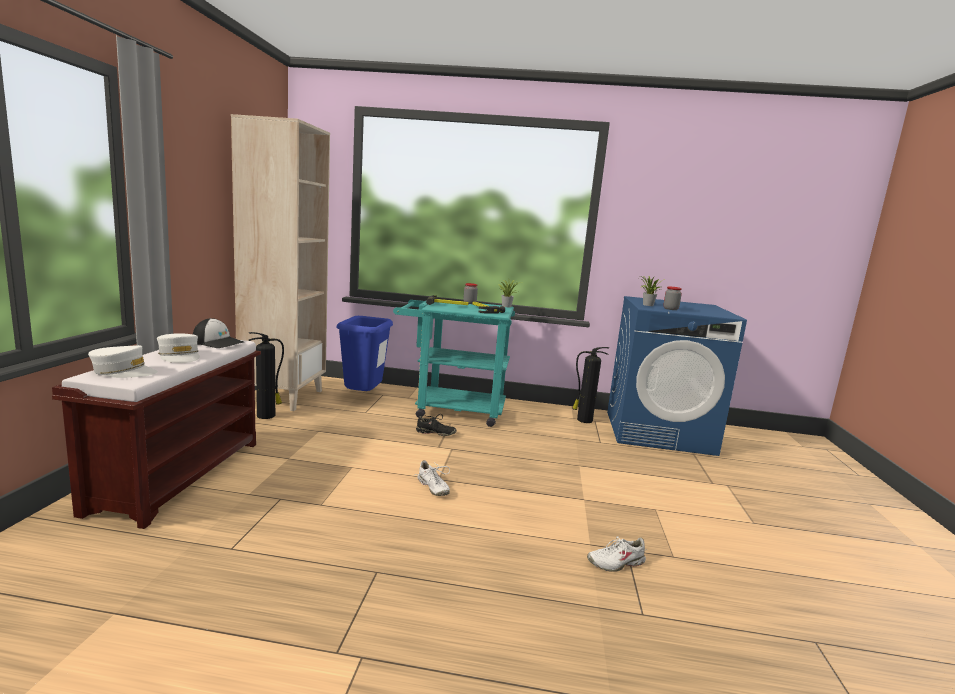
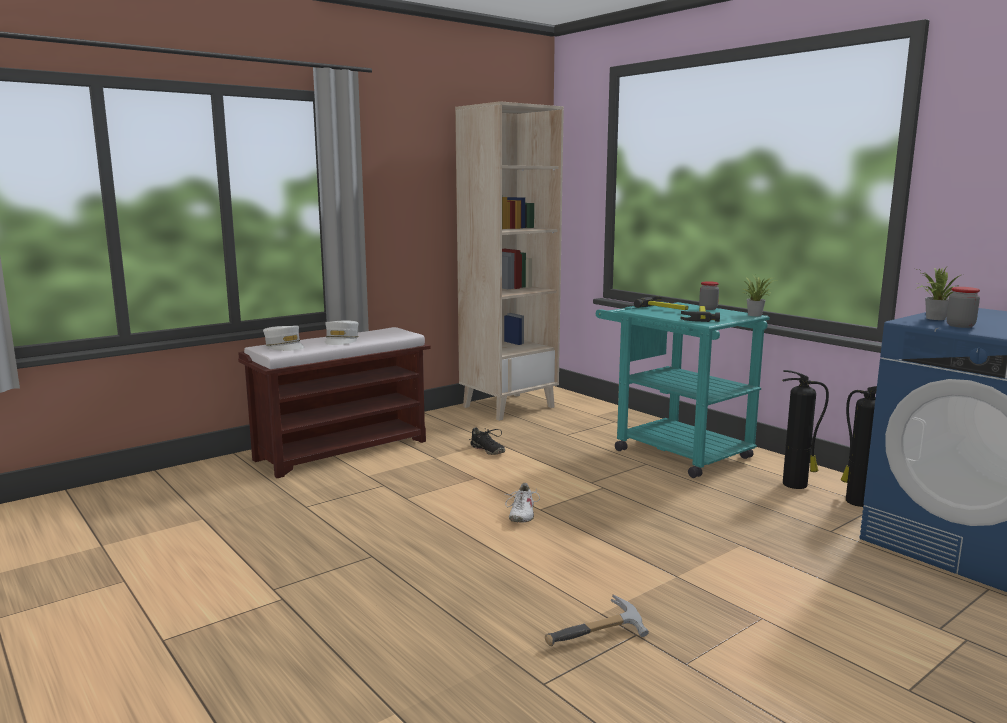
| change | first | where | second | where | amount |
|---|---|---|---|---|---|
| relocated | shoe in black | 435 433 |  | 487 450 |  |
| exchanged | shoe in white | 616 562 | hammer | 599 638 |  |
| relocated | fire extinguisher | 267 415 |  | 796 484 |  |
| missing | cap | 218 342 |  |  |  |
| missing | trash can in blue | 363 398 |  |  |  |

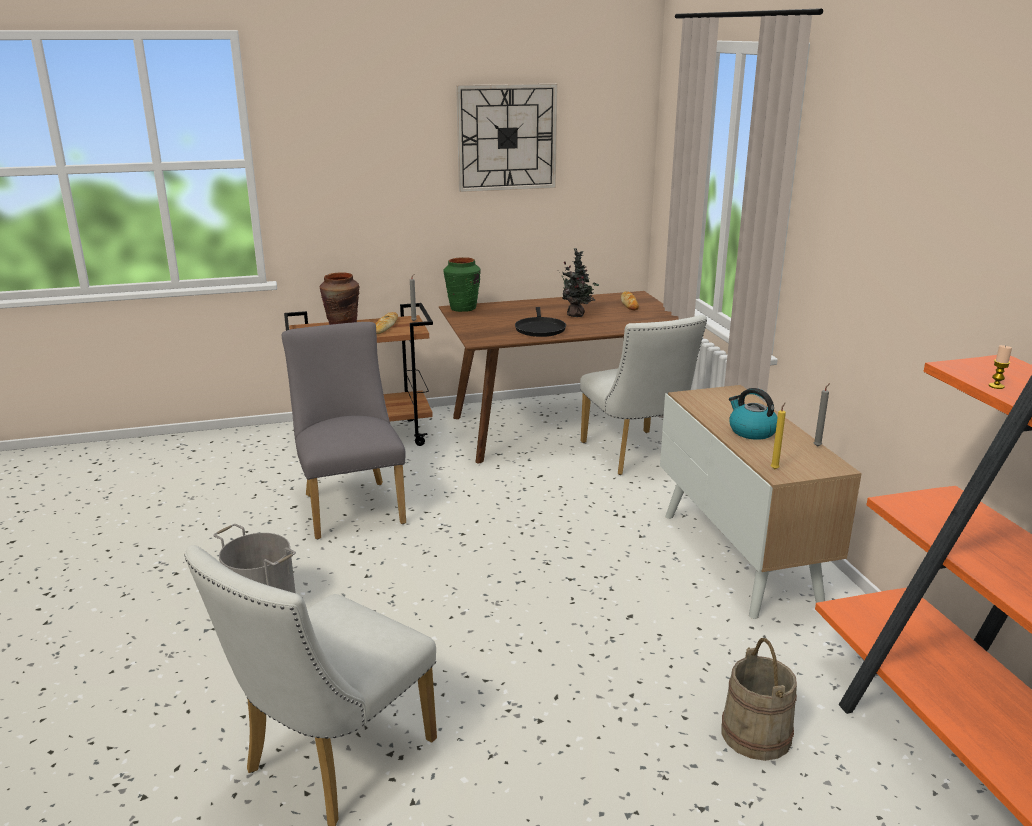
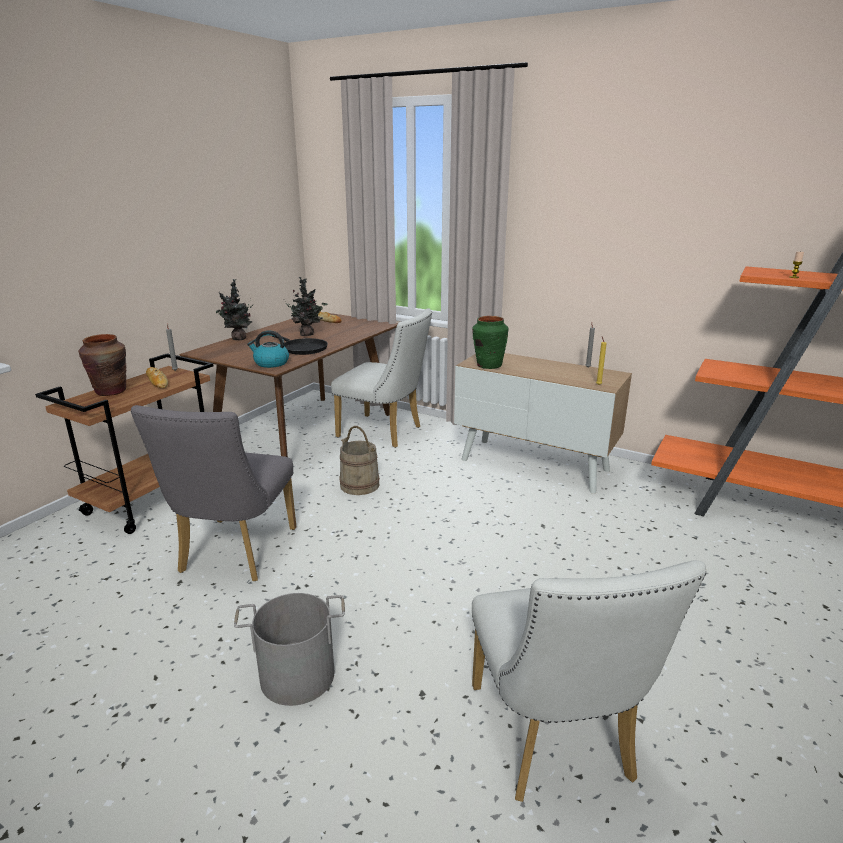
| change | first | where | second | where | amount |
|---|---|---|---|---|---|
| spun | chair in grey | 351 505 |  | 234 555 | 105 degrees counterclockwise |
| appeared |  |  | potted plant | 238 339 |  |
| relocated | kettle | 751 431 |  | 271 363 |  |
| relocated | bucket in beige | 756 734 |  | 360 485 |  |
| relocated | vase in green | 463 308 |  | 488 365 |  |
| missing | wall clock | 507 137 |  |  |  |

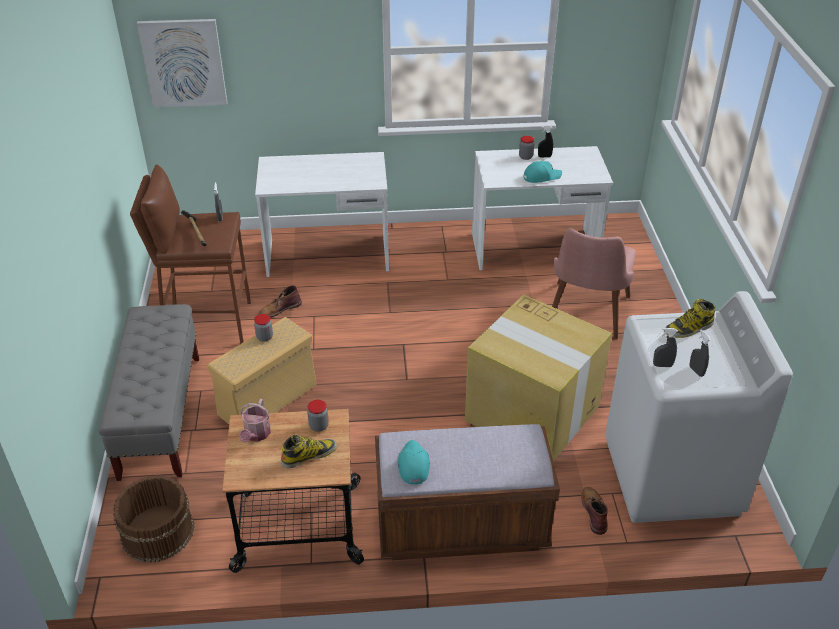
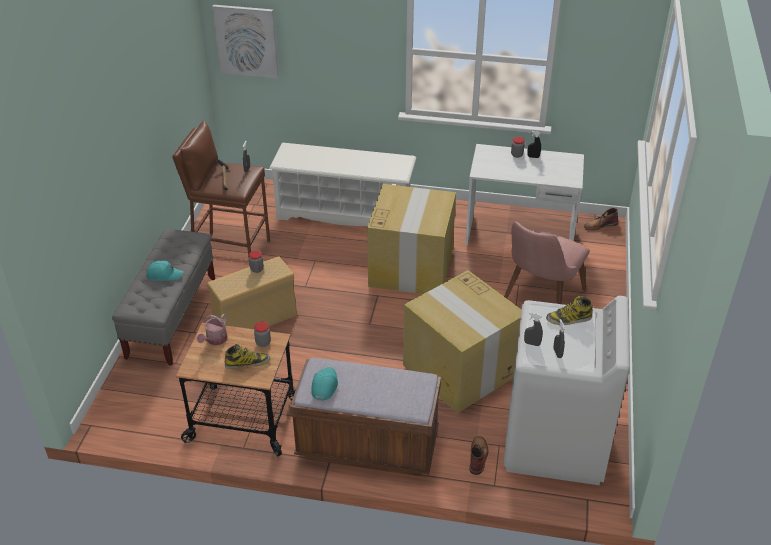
| change | first | where | second | where | amount |
|---|---|---|---|---|---|
| relocated | cap in turquoise | 541 176 |  | 164 275 |  |
| exchanged | desk in white | 328 256 | shoe rack in white | 345 213 |  |
| appeared |  |  | cardboard box | 411 267 |  |
| relocated | boot in brown | 279 309 |  | 600 225 |  |
| missing | bucket in brown | 157 531 |  |  |  |

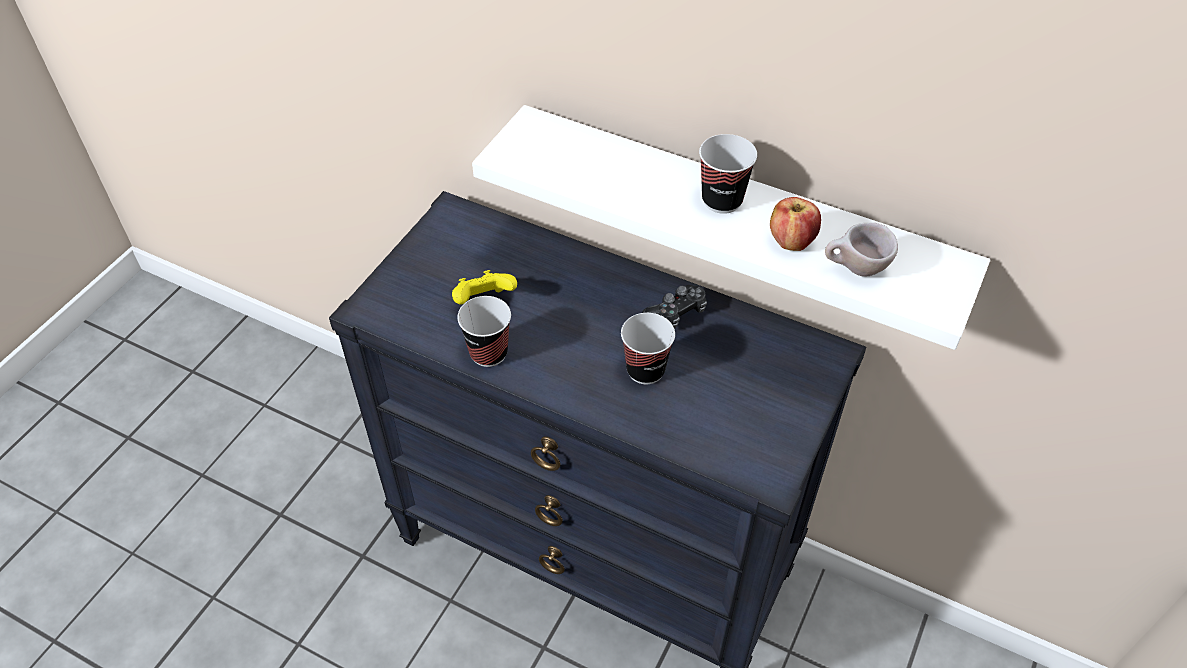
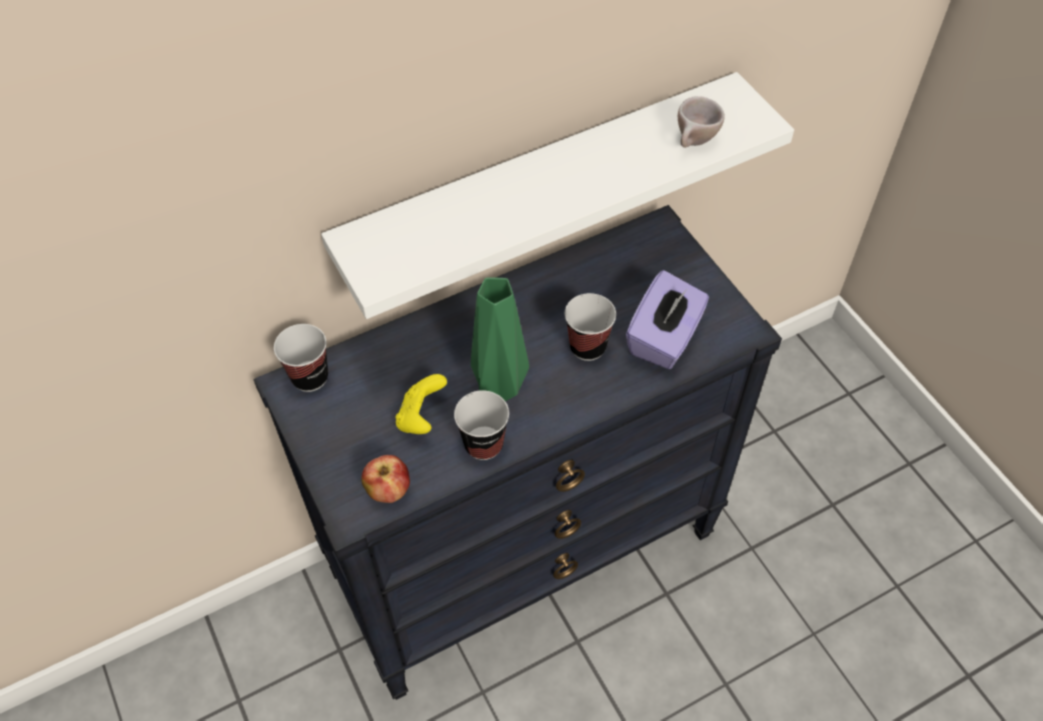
| change | first | where | second | where | amount |
|---|---|---|---|---|---|
| relocated | cup | 722 200 |  | 310 377 |  |
| relocated | apple | 791 242 |  | 389 490 |  |
| appeared |  |  | vase in green | 502 387 |  |
| appeared |  |  | tissue box in purple | 664 338 |  |
| missing | game controller | 677 312 |  |  |  |

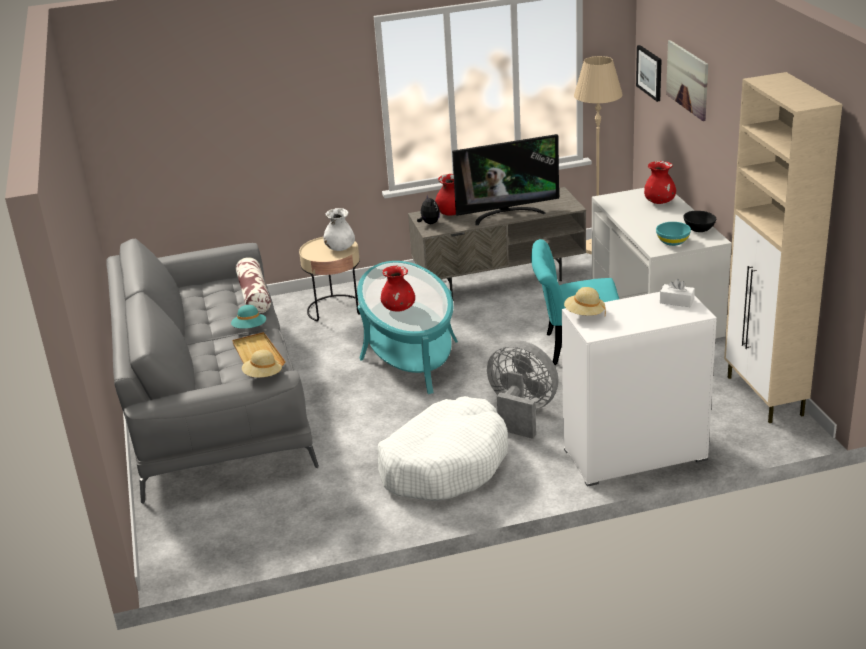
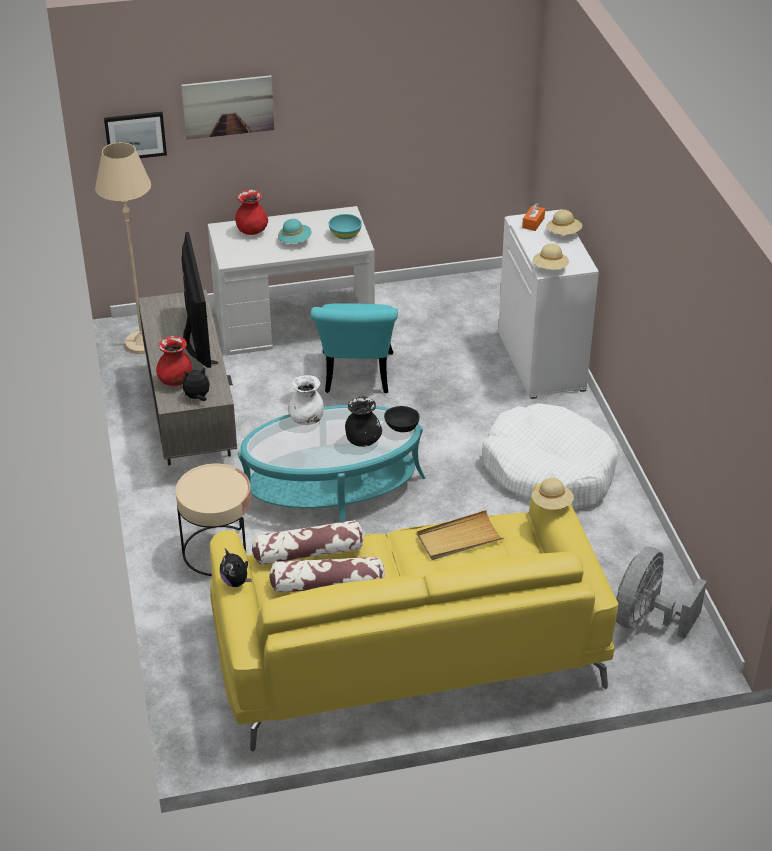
| change | first | where | second | where | amount |
|---|---|---|---|---|---|
| colour | sofa in grey | 213 398 | sofa in yellow | 406 648 |  |
| appeared |  |  | plush toy | 236 582 |  |
| appeared |  |  | pillow | 327 585 |  |
| relocated | hat in turquoise | 250 328 |  | 295 241 |  |
| relocated | vase in white | 340 248 |  | 307 420 |  |
| colour | vase in red | 399 309 | vase in black | 362 441 |  |
| relocated | bowl in black | 698 229 |  | 402 427 |  |
| colour | tissue box in white | 676 301 | tissue box in orange | 533 223 |  |
| appeared |  |  | hat in beige | 563 233 |  |
| relocated | fan in grey | 521 413 |  | 646 619 |  |
| missing | cabinet in beige | 765 397 |  |  |  |

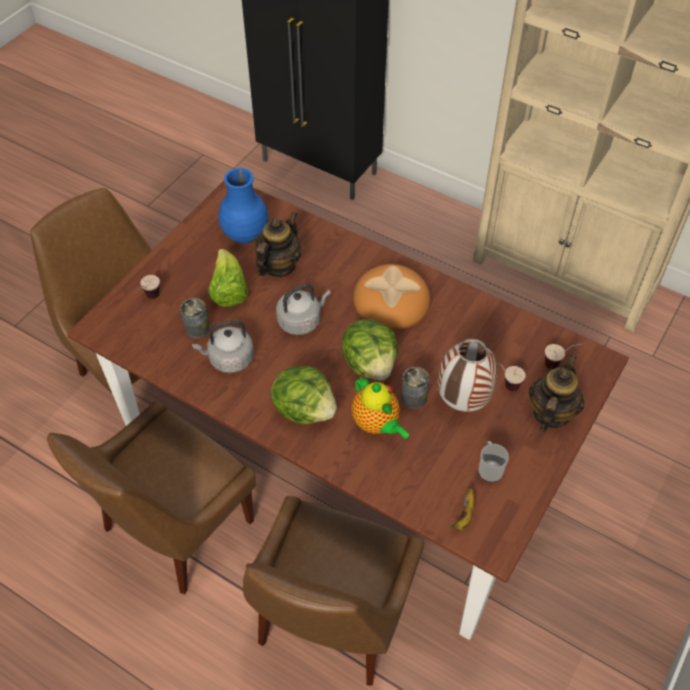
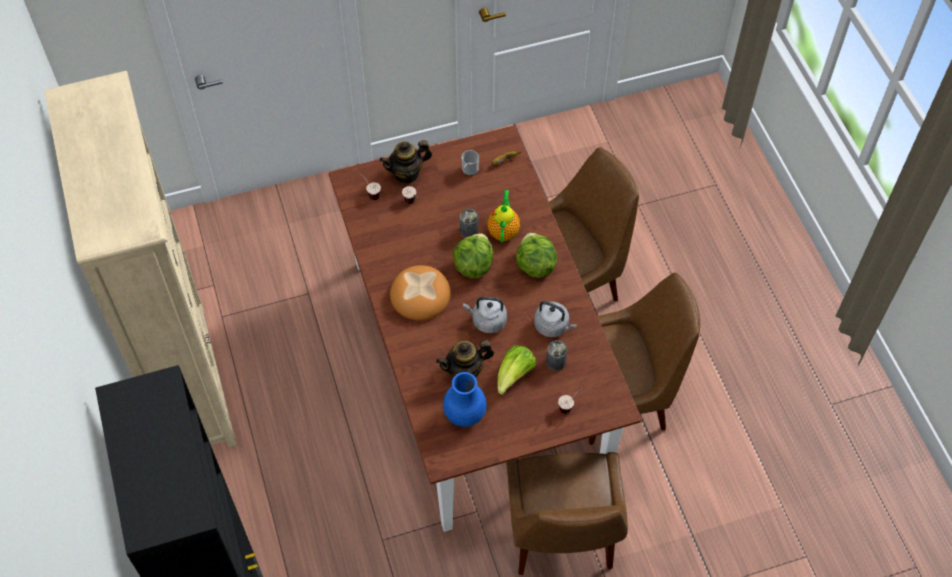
| change | first | where | second | where | amount |
|---|---|---|---|---|---|
| missing | vase | 463 403 |  |  |  |

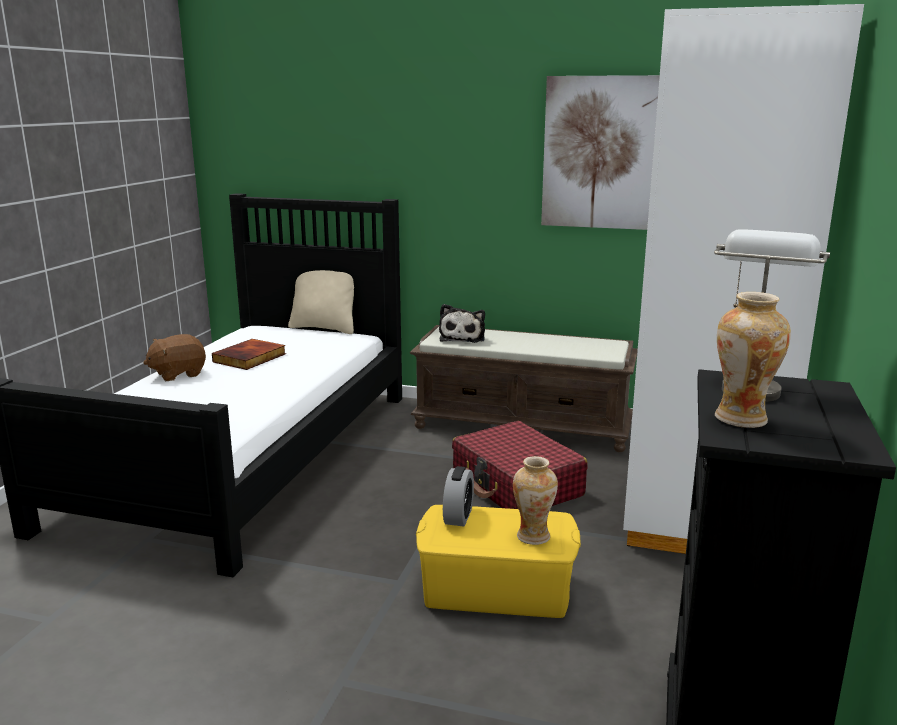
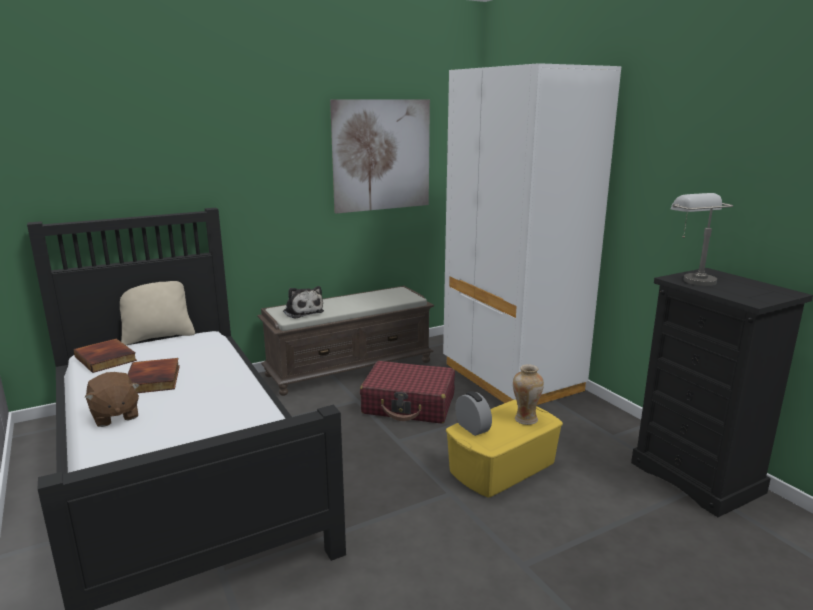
| change | first | where | second | where | amount |
|---|---|---|---|---|---|
| appeared |  |  | book | 107 358 |  |
| spun | plush toy in brown | 178 374 |  | 114 415 | 45 degrees counterclockwise |
| missing | vase | 741 419 |  |  |  |

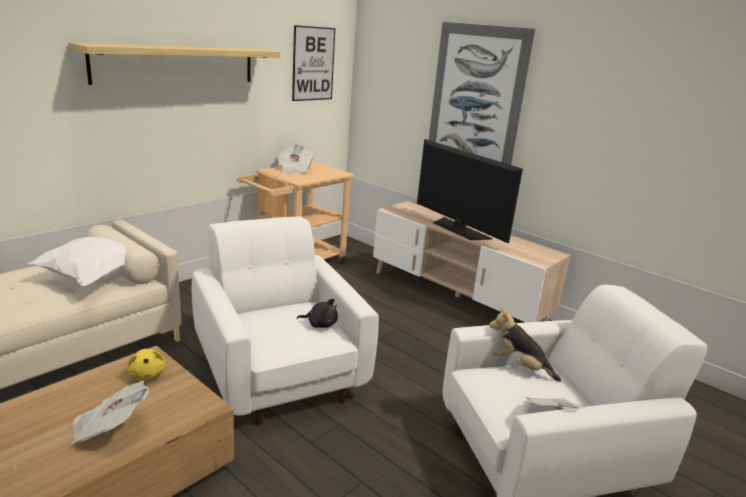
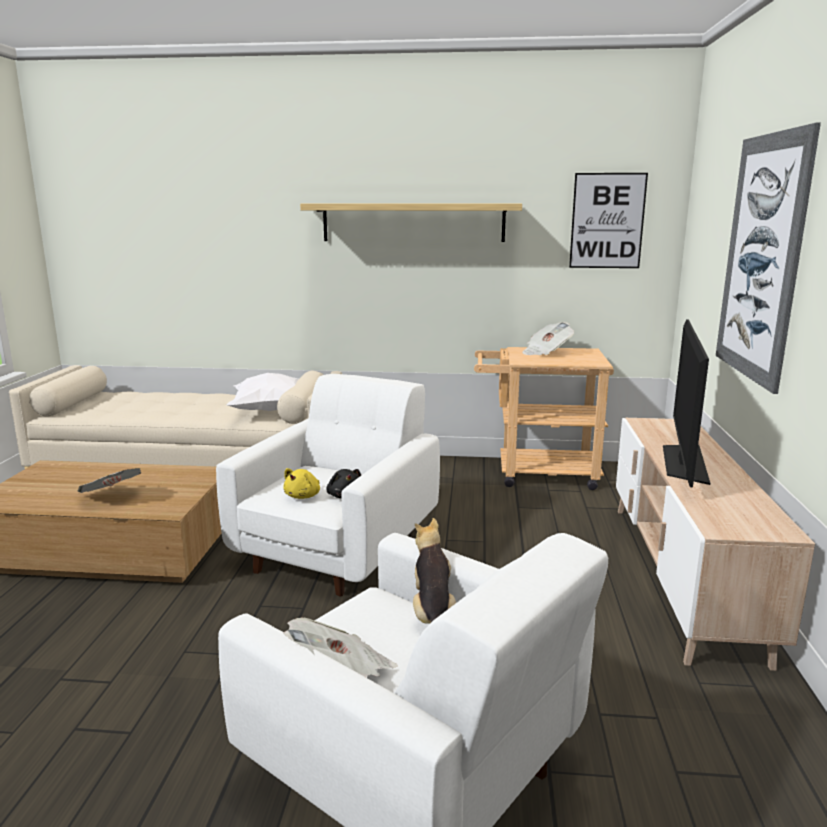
| change | first | where | second | where | amount |
|---|---|---|---|---|---|
| relocated | plush toy in yellow | 147 374 |  | 303 496 |  |

